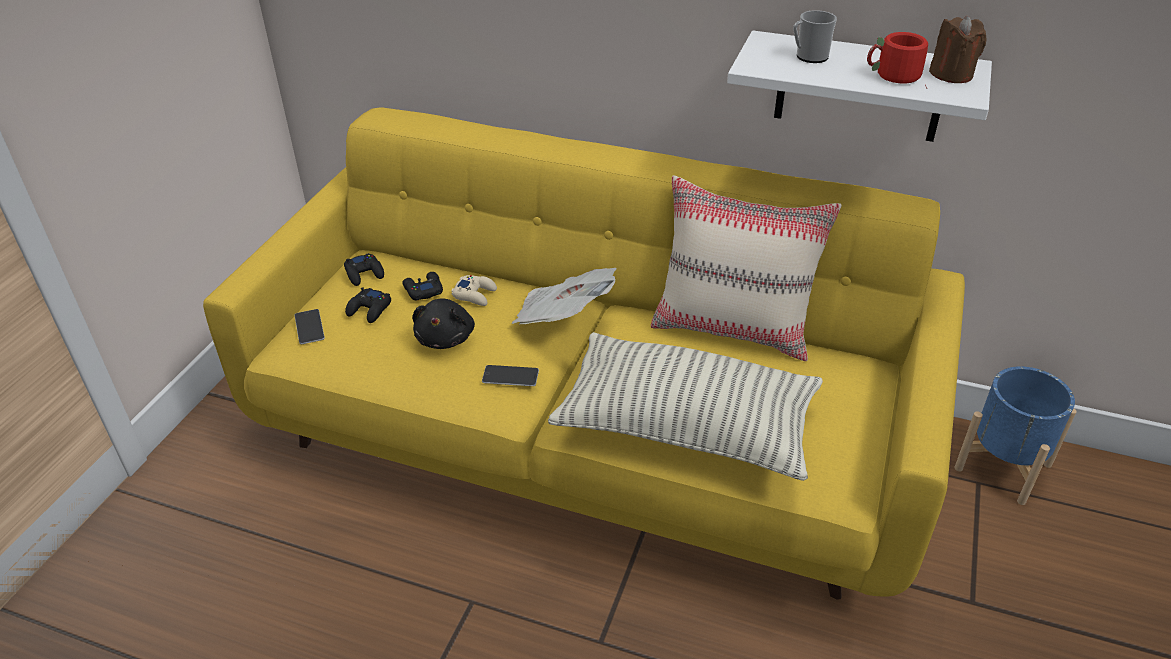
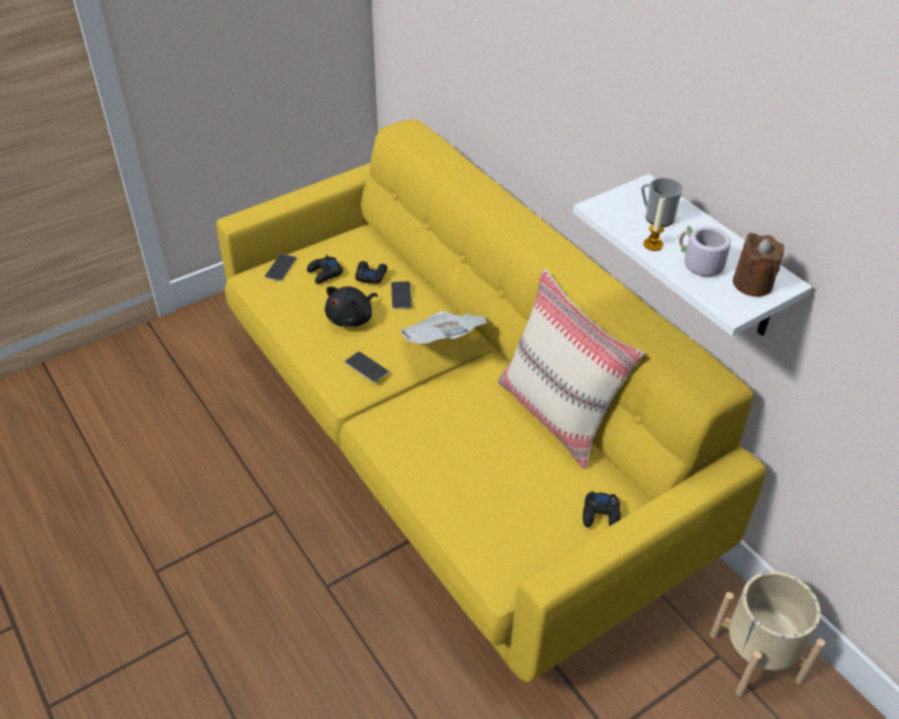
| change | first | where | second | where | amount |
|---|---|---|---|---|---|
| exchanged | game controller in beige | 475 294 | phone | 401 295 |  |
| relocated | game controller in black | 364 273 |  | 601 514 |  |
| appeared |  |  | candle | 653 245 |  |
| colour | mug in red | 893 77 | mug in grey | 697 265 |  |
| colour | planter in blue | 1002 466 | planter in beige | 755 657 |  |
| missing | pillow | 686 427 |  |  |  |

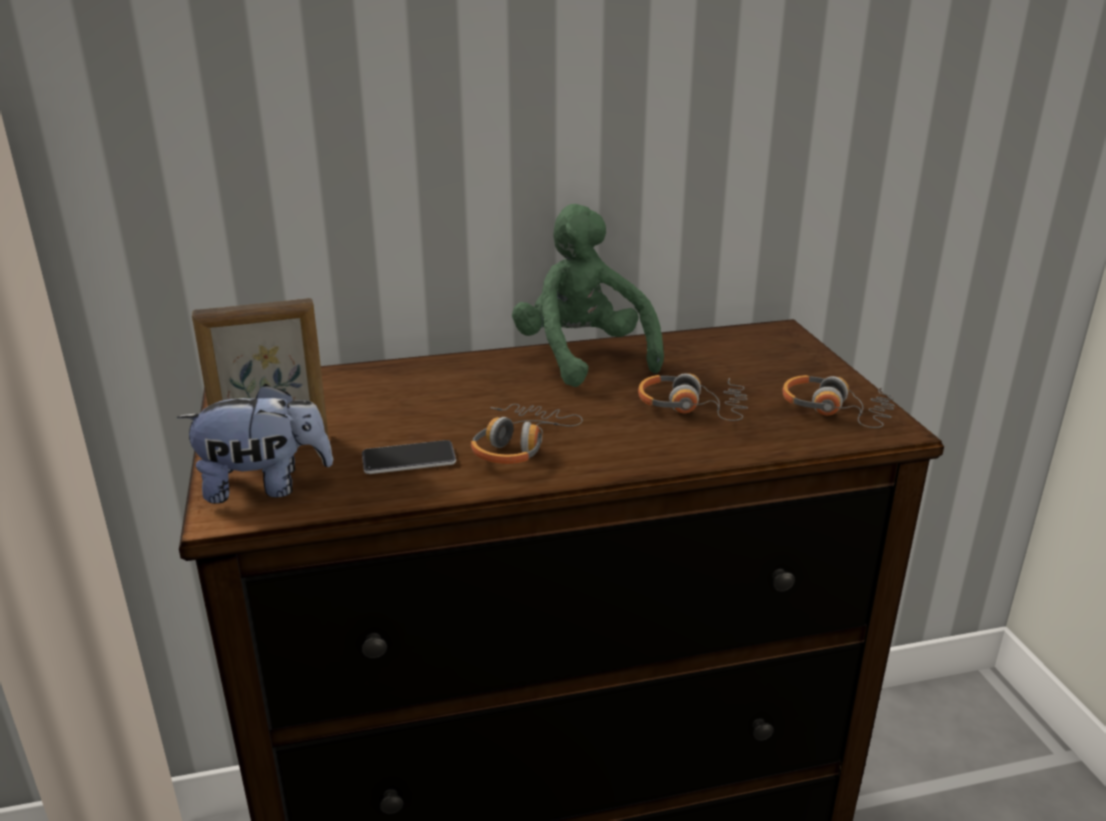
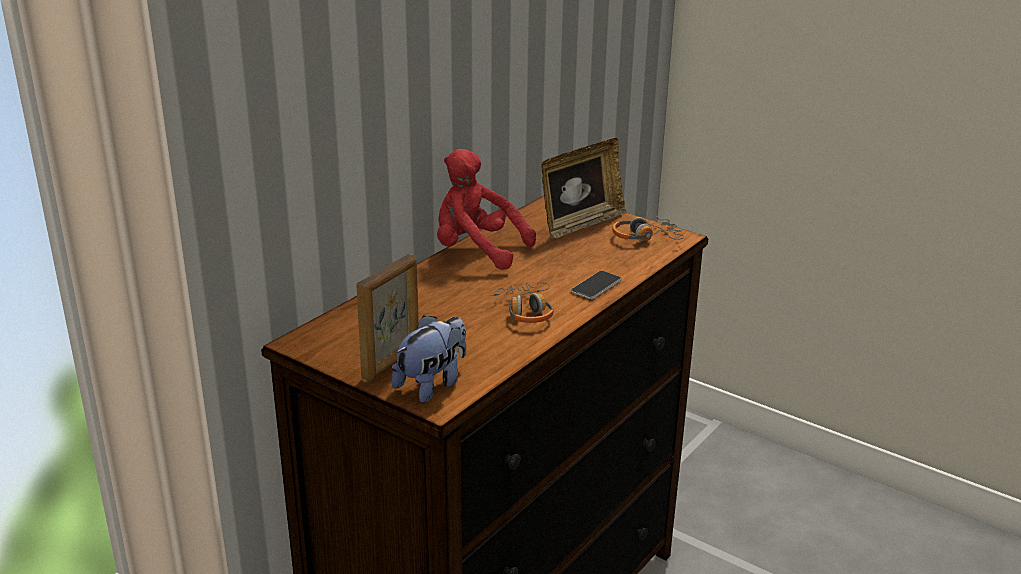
| change | first | where | second | where | amount |
|---|---|---|---|---|---|
| colour | plush toy in green | 582 357 | plush toy in red | 477 251 |  |
| appeared |  |  | picture frame | 580 224 |  |
| relocated | phone | 409 459 |  | 596 286 |  |
| missing | headphones | 692 407 |  |  |  |

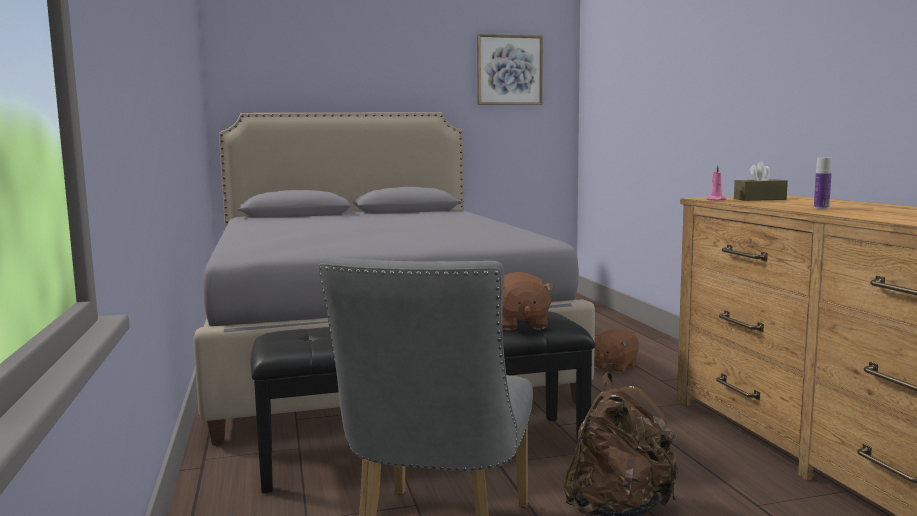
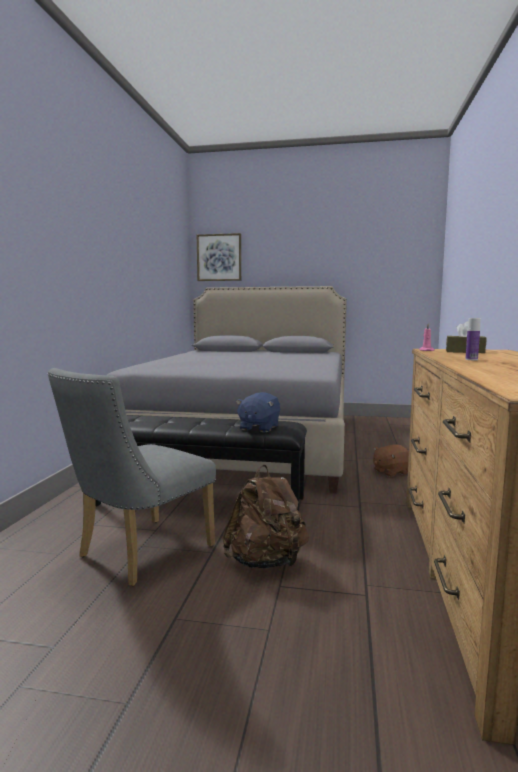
| change | first | where | second | where | amount |
|---|---|---|---|---|---|
| relocated | picture | 509 70 |  | 219 257 |  |
| colour | plush toy in brown | 520 324 | plush toy in blue | 258 428 |  |

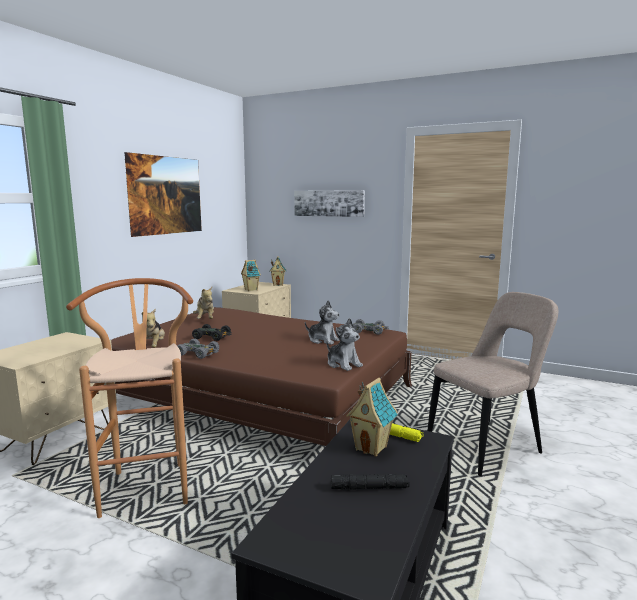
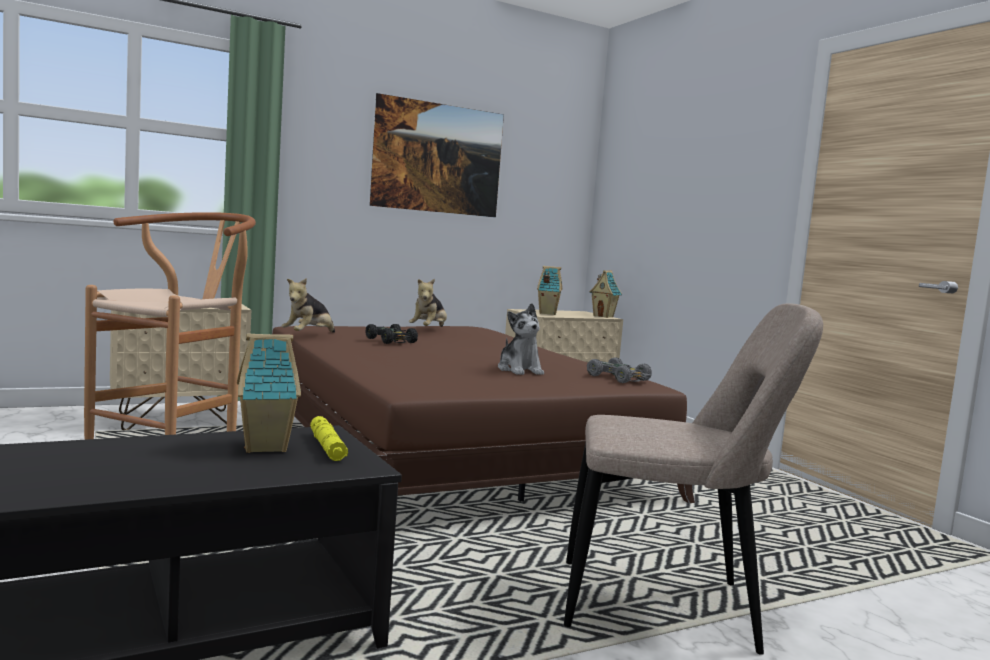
| change | first | where | second | where | amount |
|---|---|---|---|---|---|
| missing | toy car in grey | 198 353 |  |  |  |
| missing | picture | 329 203 |  |  |  |
| missing | plush toy | 343 364 |  |  |  |
| missing | flashlight in black | 369 488 |  |  |  |

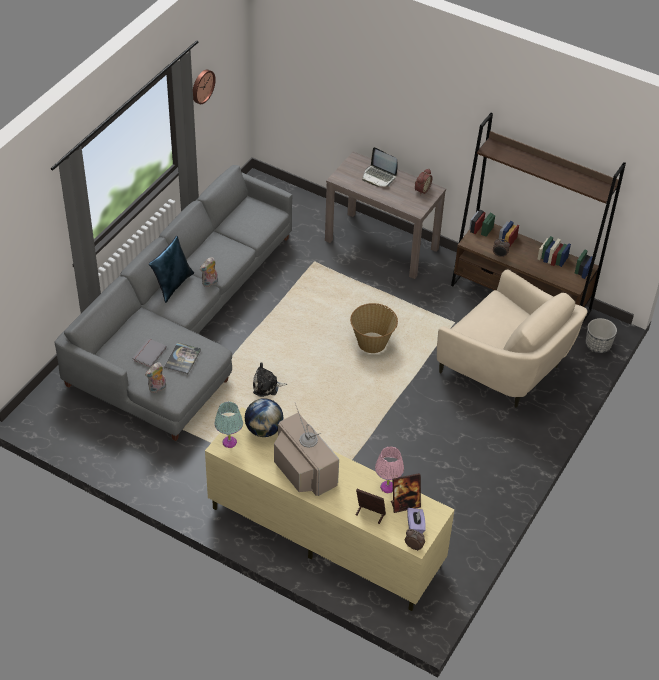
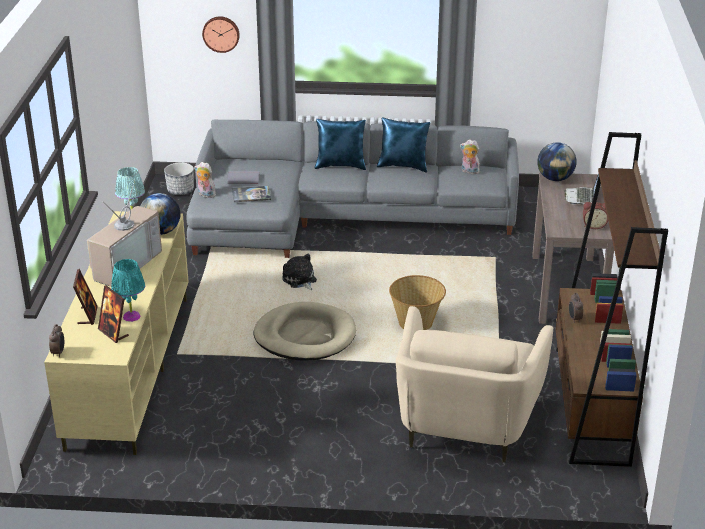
| change | first | where | second | where | amount |
|---|---|---|---|---|---|
| colour | table lamp in pink | 387 487 | table lamp in turquoise | 131 316 |  |
| relocated | planter | 598 345 |  | 180 190 |  |
| relocated | wall clock | 202 86 |  | 221 33 |  |
| appeared |  |  | dog bed in beige | 305 336 |  |
| appeared |  |  | pillow in blue | 403 166 |  |
| relocated | plush toy | 210 283 |  | 469 171 |  |
| appeared |  |  | globe | 555 178 |  |
| missing | tissue box in purple | 415 526 |  |  |  |

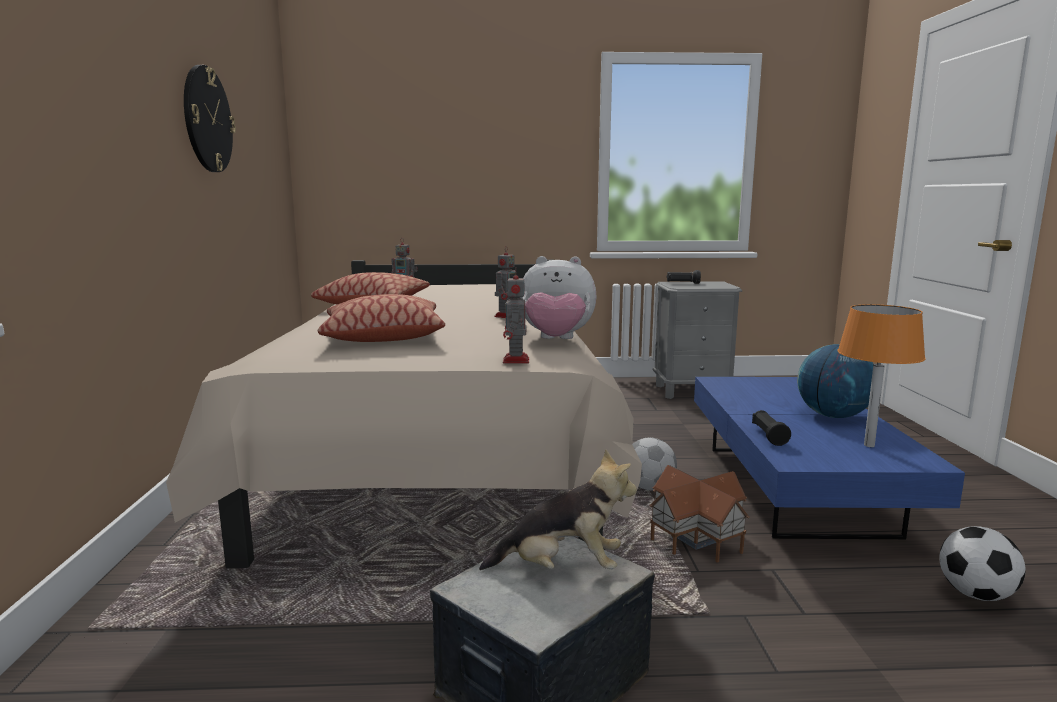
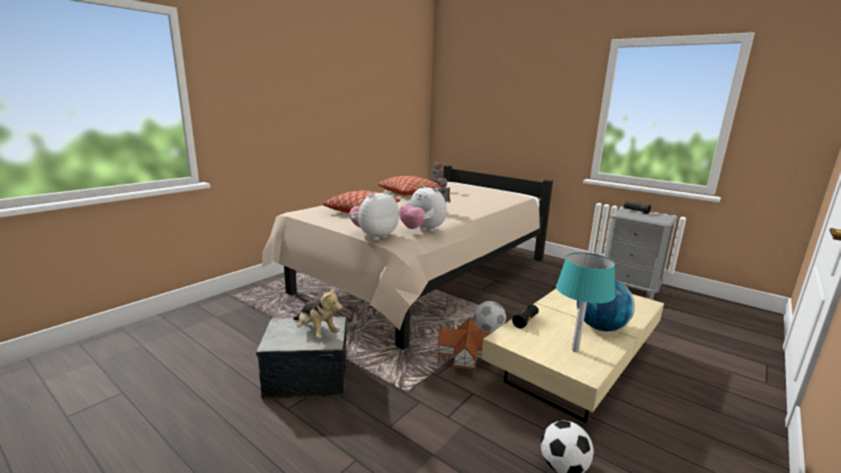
| change | first | where | second | where | amount |
|---|---|---|---|---|---|
| exchanged | toy robot | 516 361 | plush toy | 374 236 |  |
| colour | coffee table in blue | 793 488 | coffee table in beige | 573 366 |  |
| colour | table lamp in orange | 869 445 | table lamp in turquoise | 575 350 |  |
| missing | wall clock | 207 119 |  |  |  |

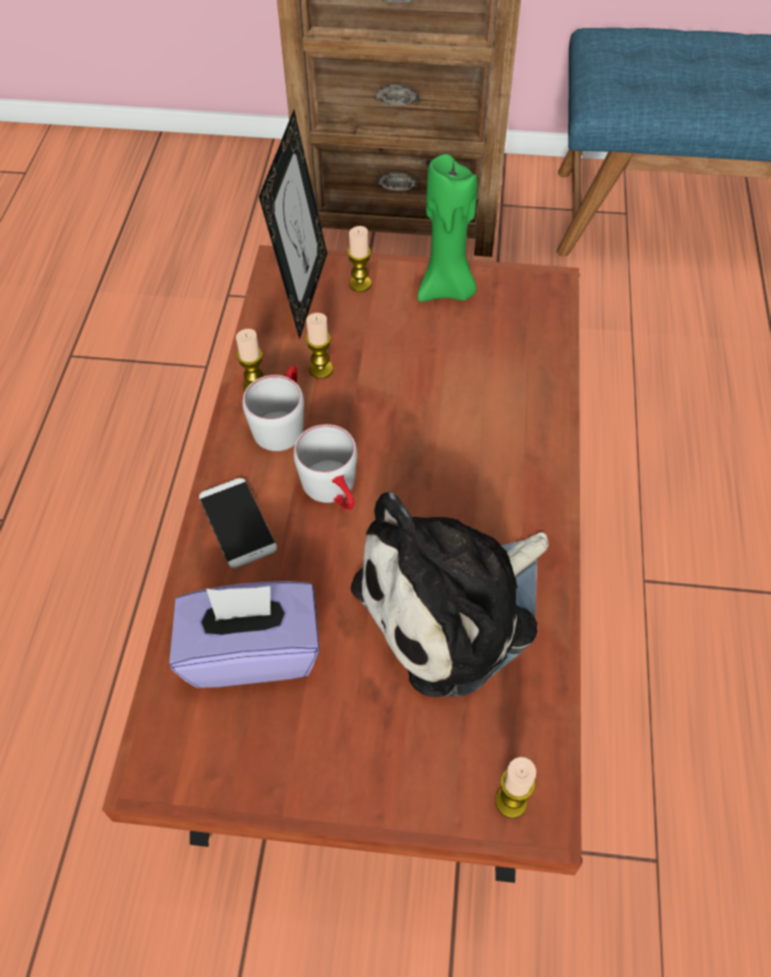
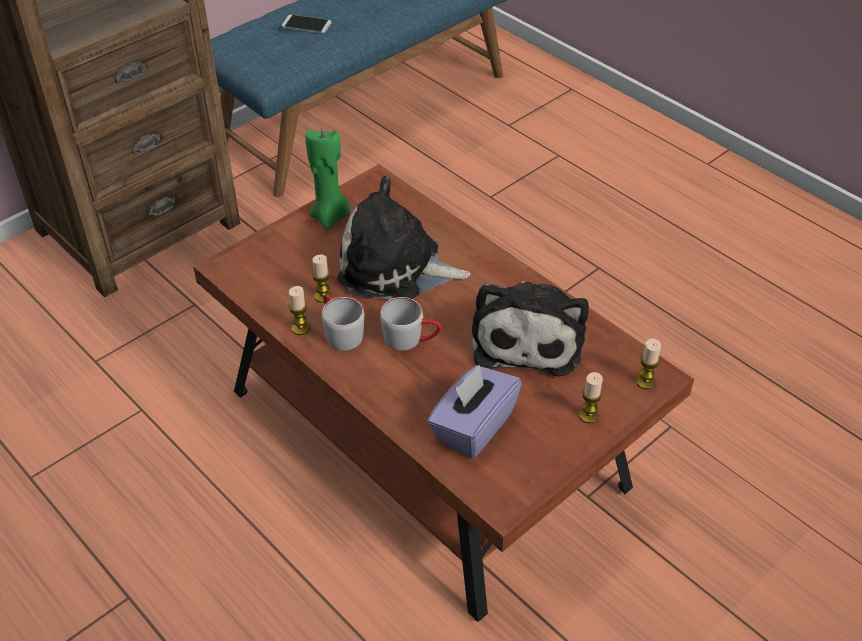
| change | first | where | second | where | amount |
|---|---|---|---|---|---|
| relocated | phone | 237 523 |  | 306 25 |  |
| appeared |  |  | plush toy | 395 268 |  |
| relocated | candle | 360 284 |  | 588 415 |  |
| missing | picture frame | 303 293 |  |  |  |

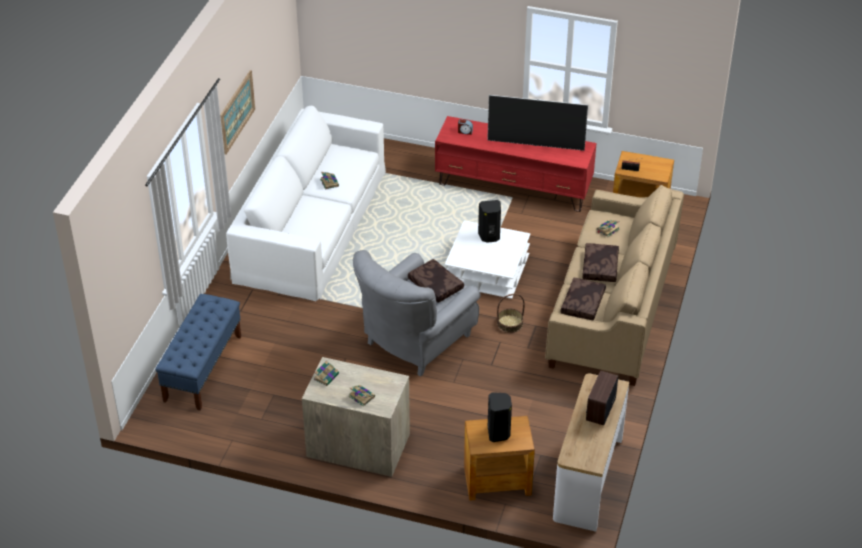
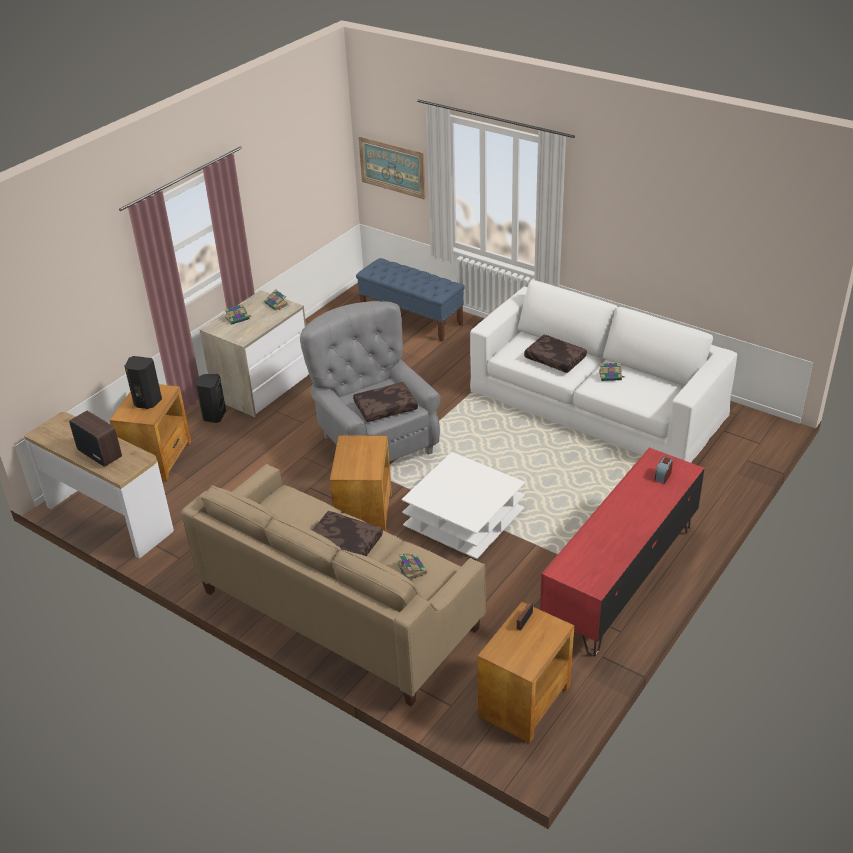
| change | first | where | second | where | amount |
|---|---|---|---|---|---|
| relocated | speaker in black | 489 236 |  | 213 416 |  |
| exchanged | basket | 510 324 | side table in brown | 364 515 |  |
| relocated | picture | 237 111 |  | 392 167 |  |
| relocated | pillow in brown | 583 304 |  | 554 359 |  |
| missing | television | 535 145 |  |  |  |

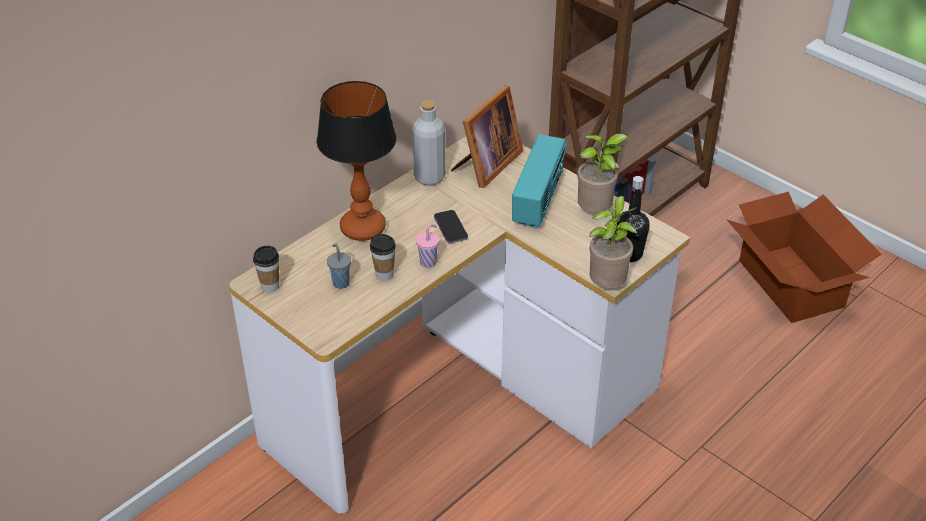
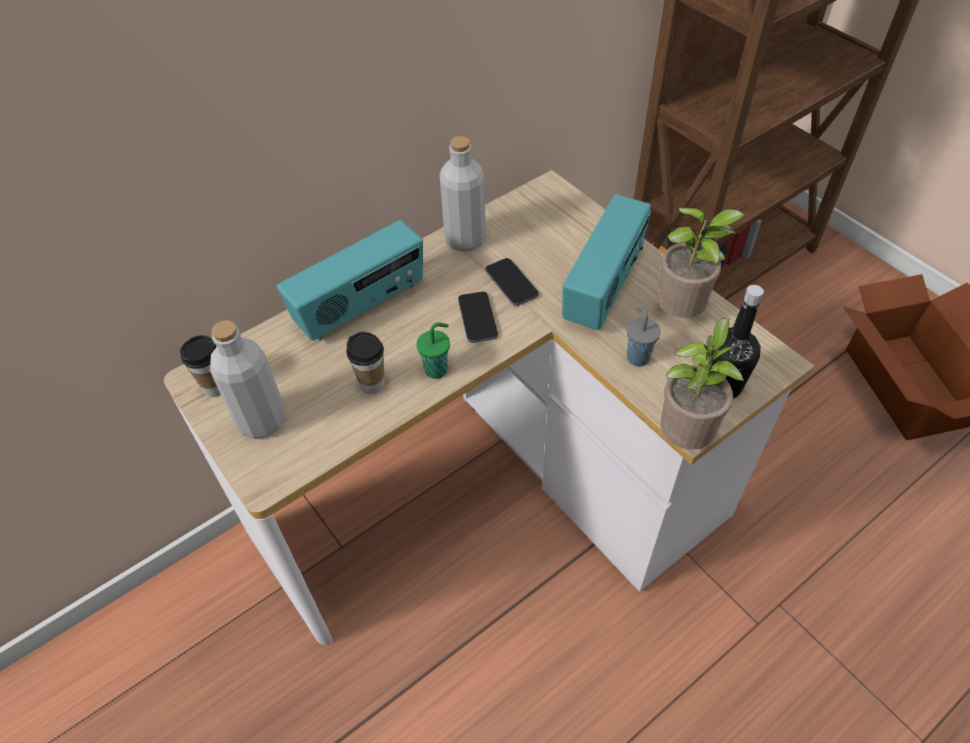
| change | first | where | second | where | amount |
|---|---|---|---|---|---|
| appeared |  |  | bottle in grey | 262 420 |  |
| exchanged | table lamp | 362 227 | radio | 361 306 |  |
| colour | cup in pink | 429 262 | cup in green | 437 369 |  |
| appeared |  |  | phone | 511 283 |  |
| relocated | cup in grey | 340 282 |  | 637 356 |  |
| missing | picture frame | 486 165 |  |  |  |

